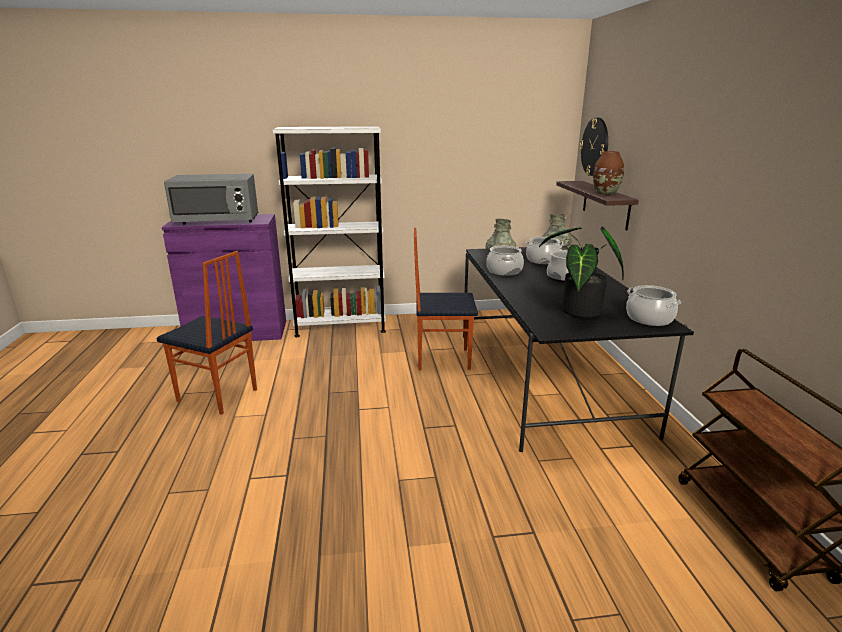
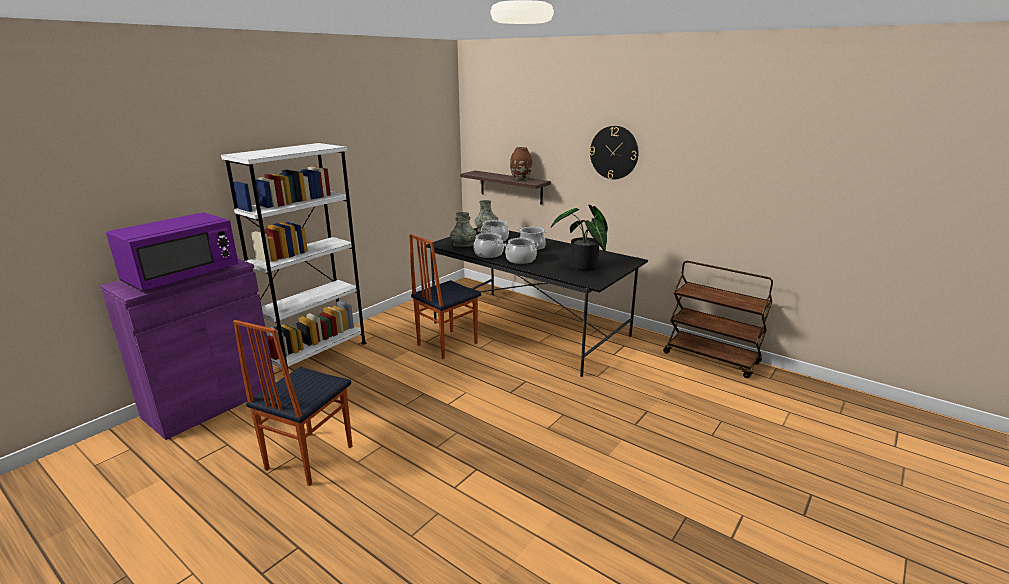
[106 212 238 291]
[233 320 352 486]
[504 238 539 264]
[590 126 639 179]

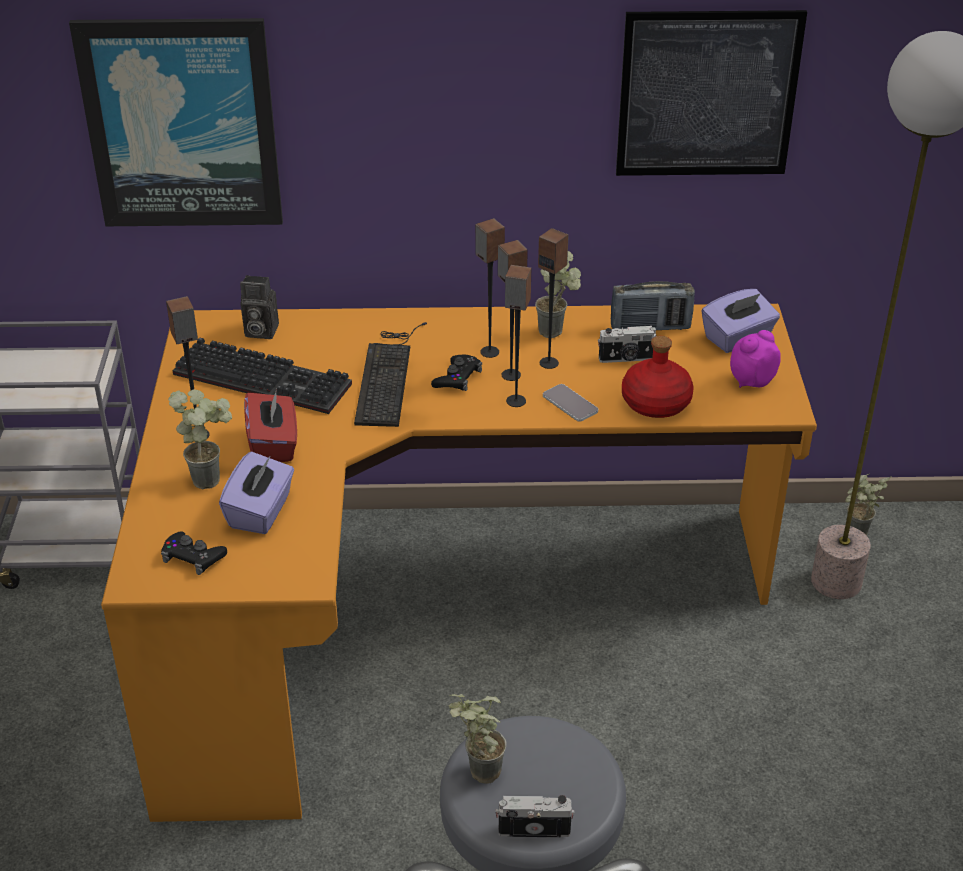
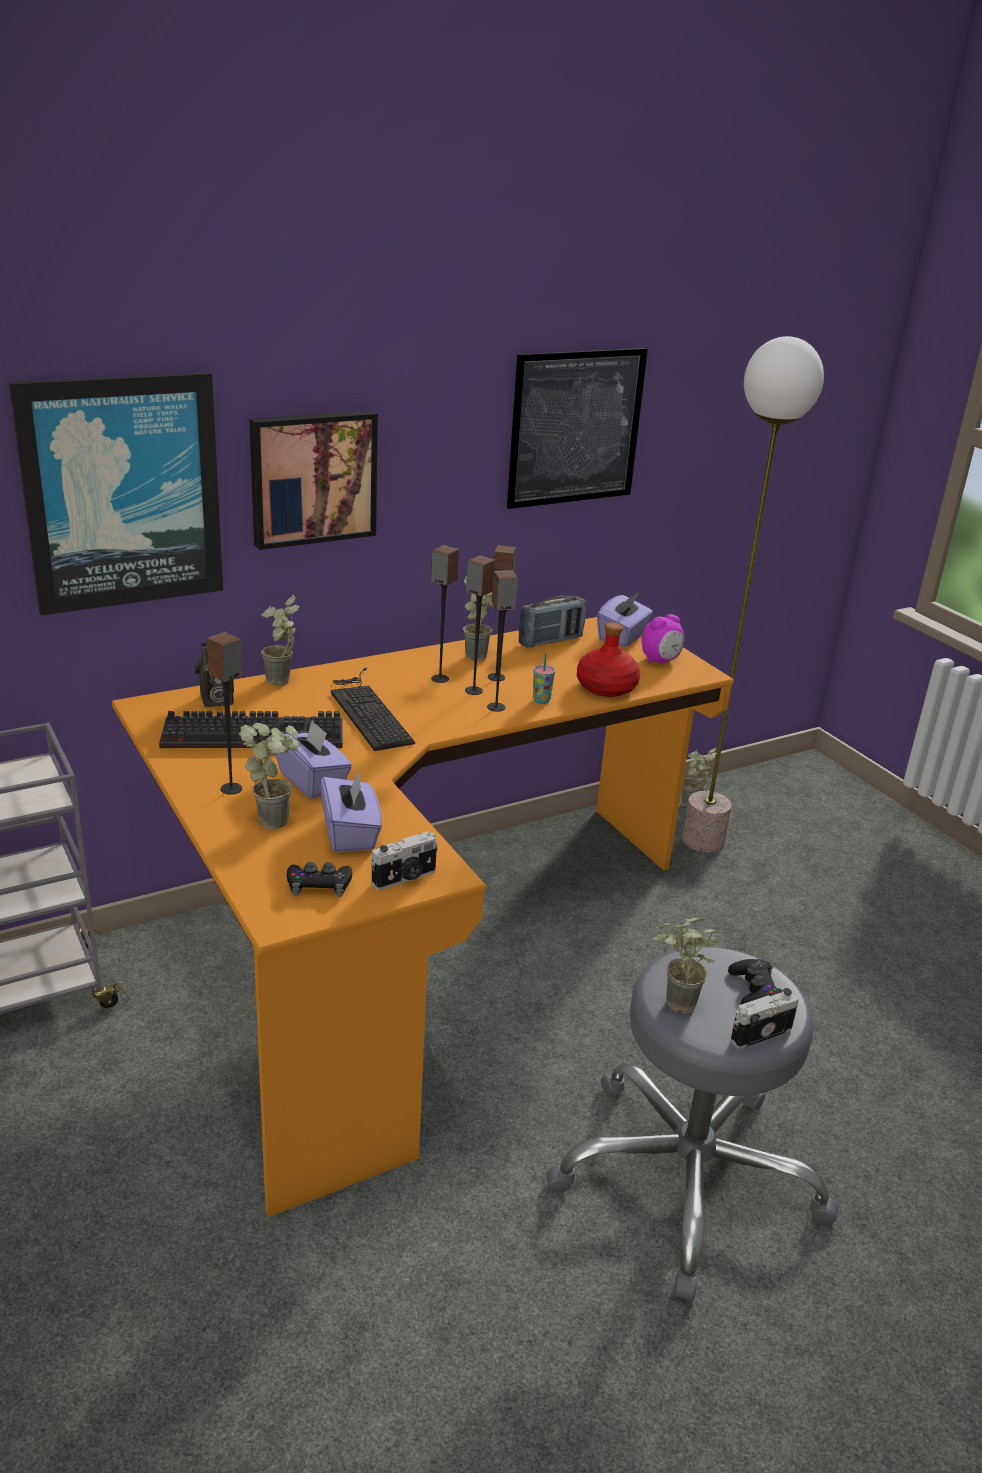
[249 410 378 550]
[261 595 300 685]
[276 720 352 799]
[371 831 438 890]
[533 653 555 704]
[642 614 684 663]
[728 959 783 1005]

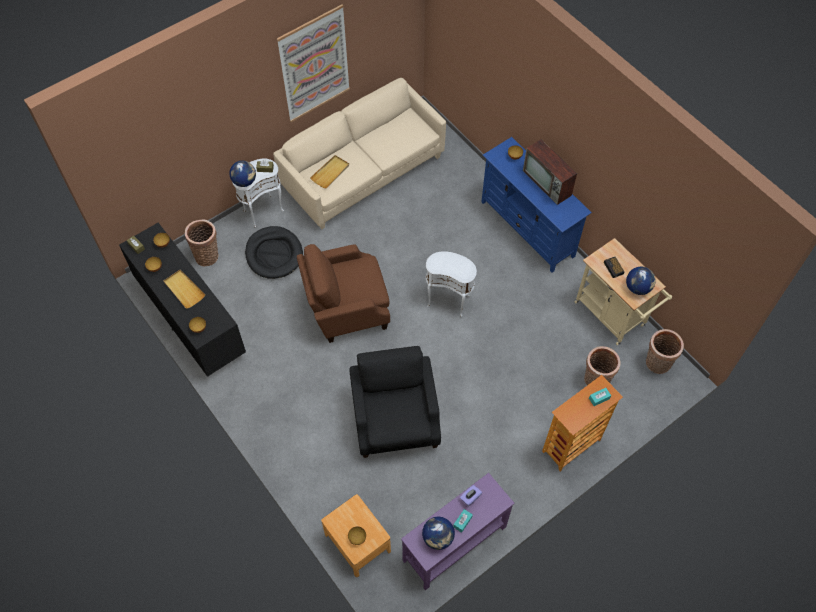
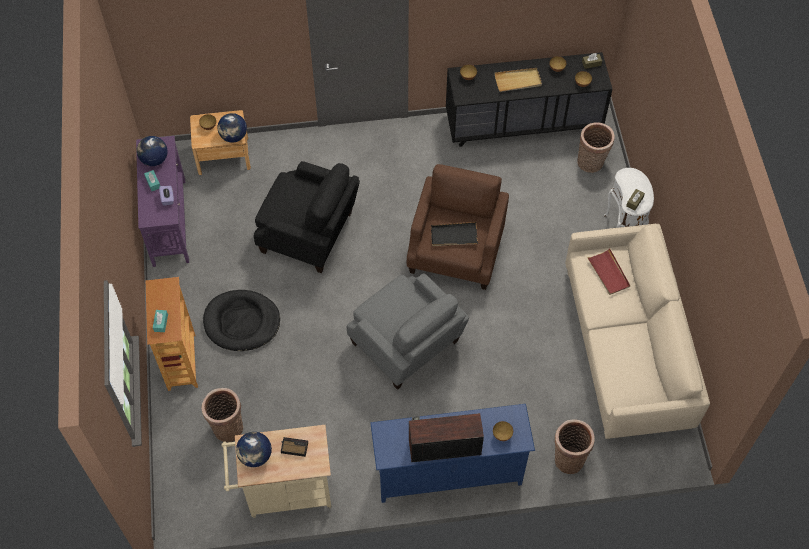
[203 290 280 351]
[218 113 247 143]
[347 273 469 390]
[431 222 478 246]
[555 419 595 474]
[587 248 630 295]
[277 4 350 122] (first image)

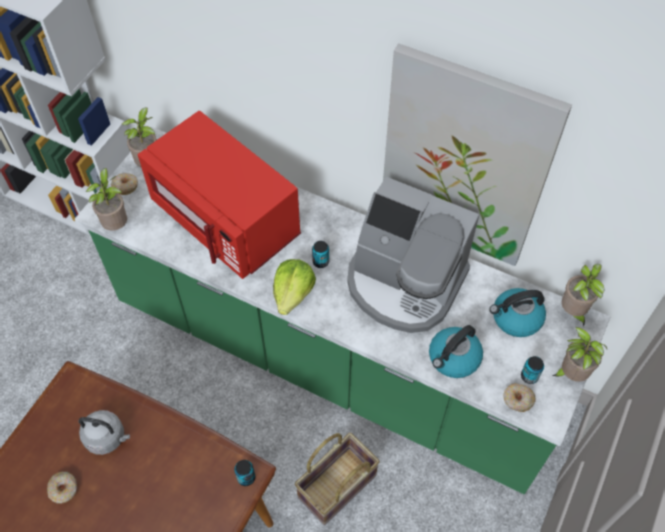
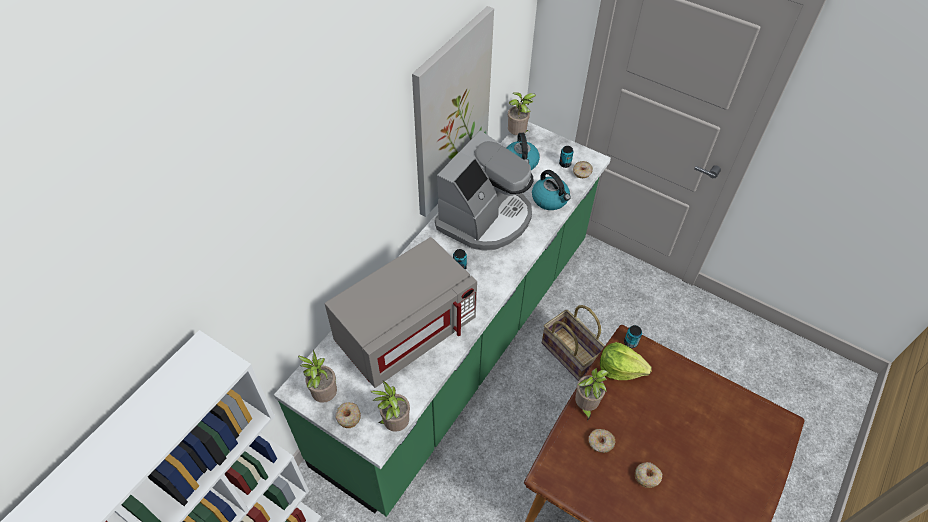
[325 237 477 388]
[575 368 609 421]
[589 429 616 453]
[600 342 652 380]

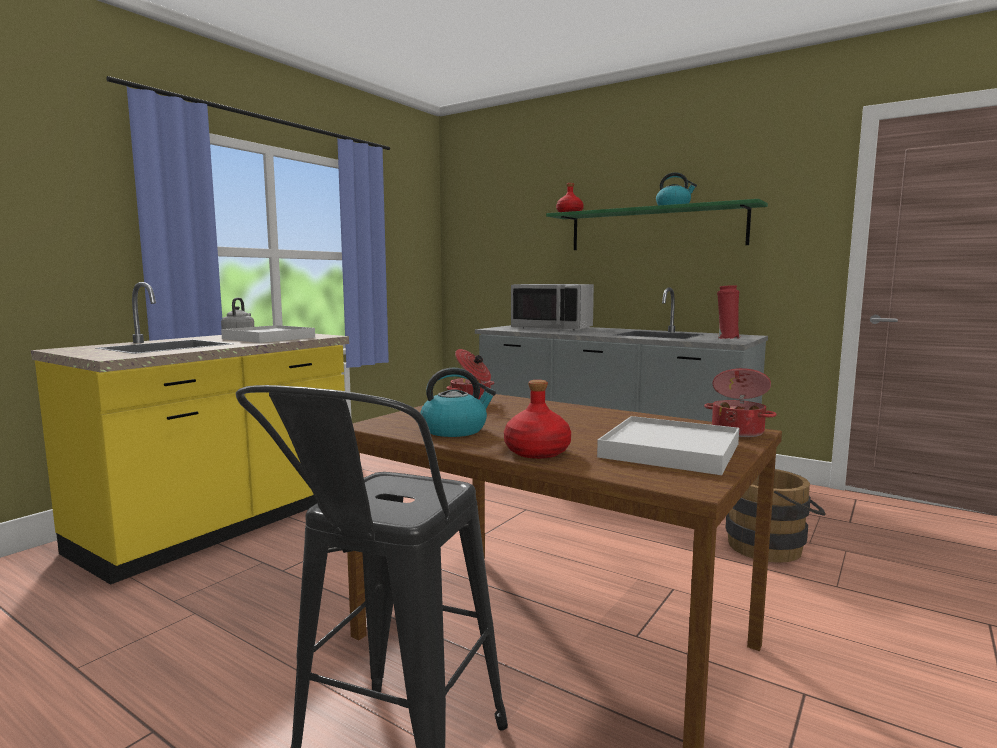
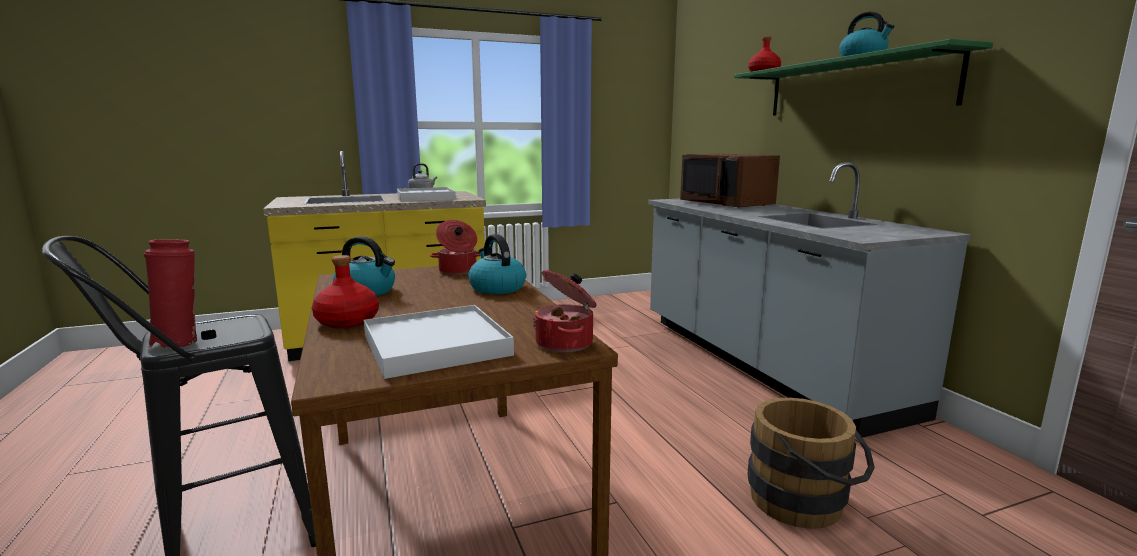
[144 239 197 349]
[469 234 526 294]
[680 154 780 208]

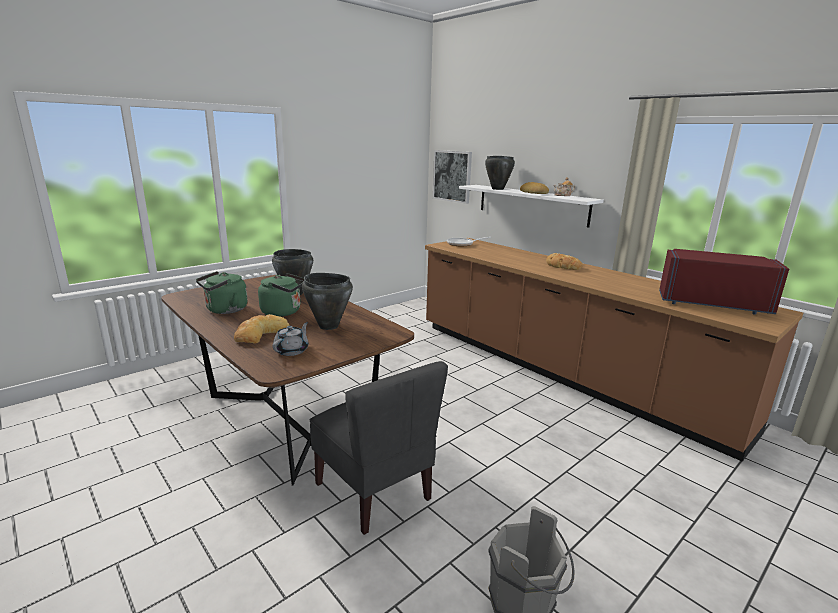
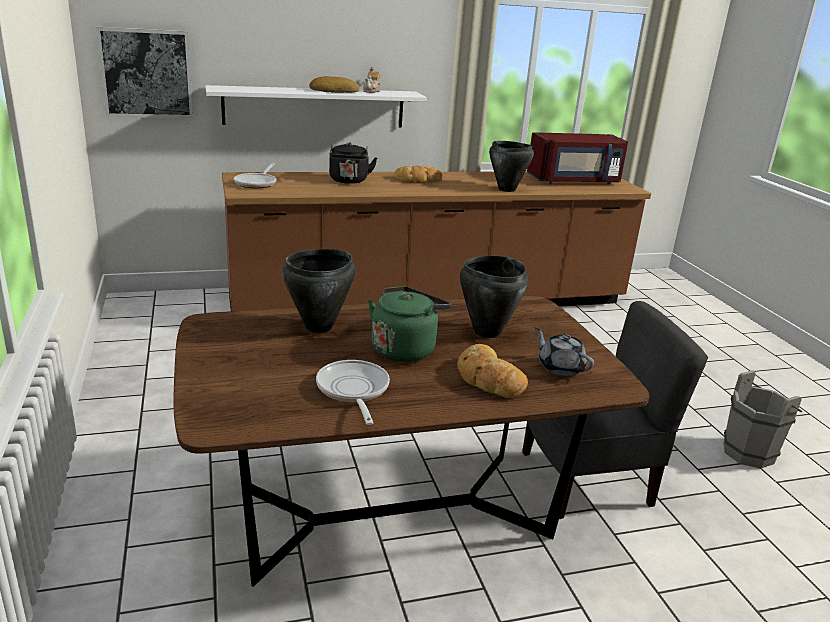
[316 360 390 425]
[329 142 377 184]
[489 141 534 192]
[527 132 628 184]

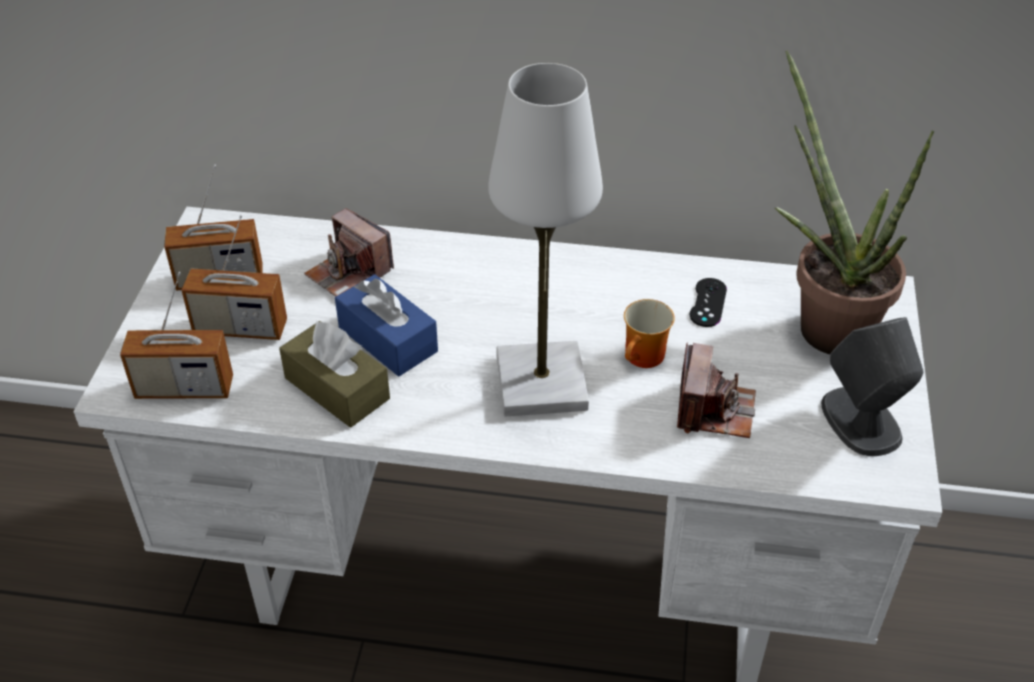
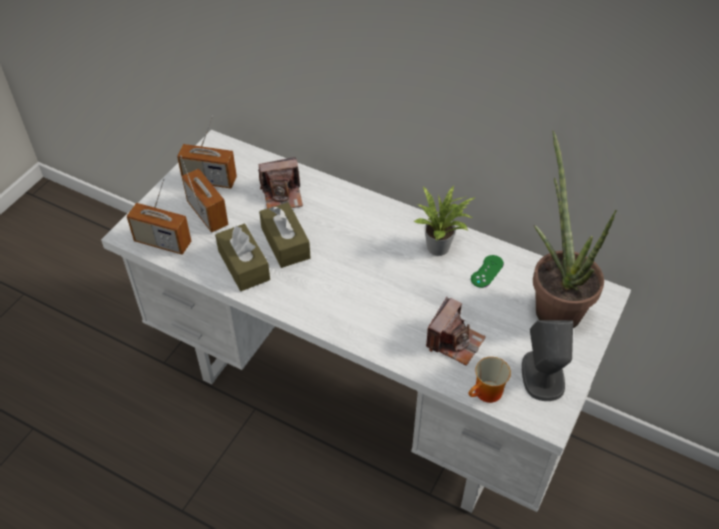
[180 155 229 233]
[258 157 303 209]
[259 203 311 268]
[413 186 475 256]
[469 357 511 403]
[471 255 504 288]
[488 63 603 417] (first image)

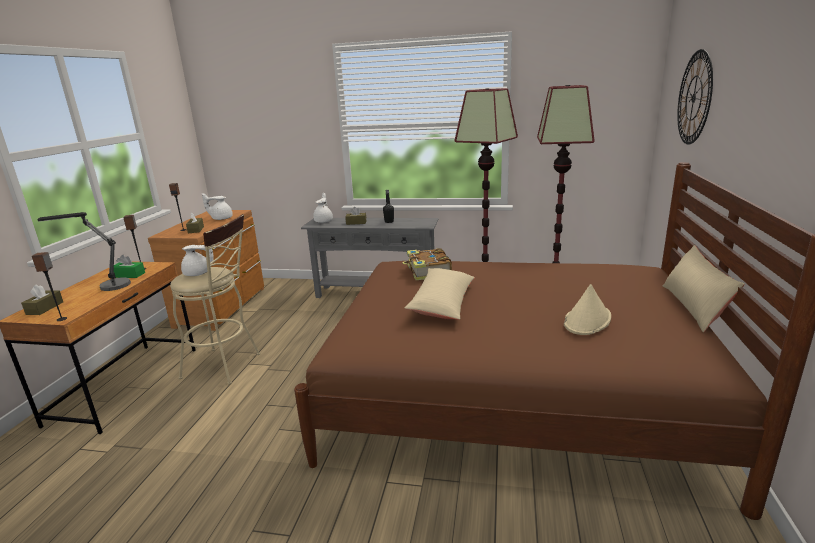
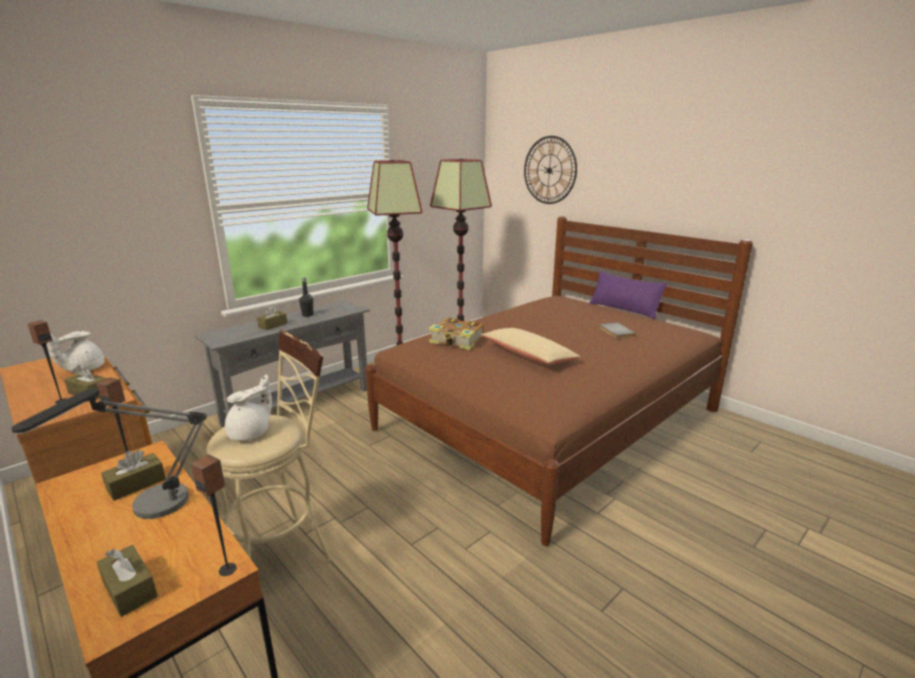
[101 450 166 501]
[589 271 668 319]
[600 322 636 339]
[313 193 333 223] (first image)

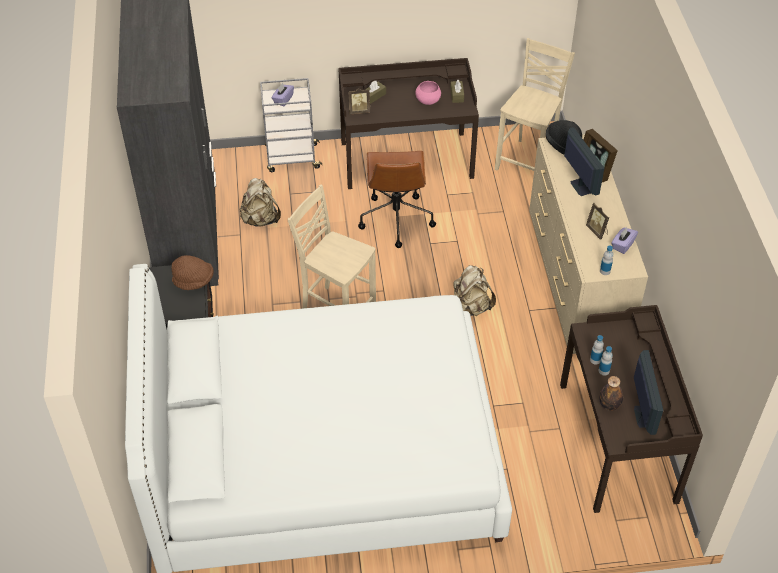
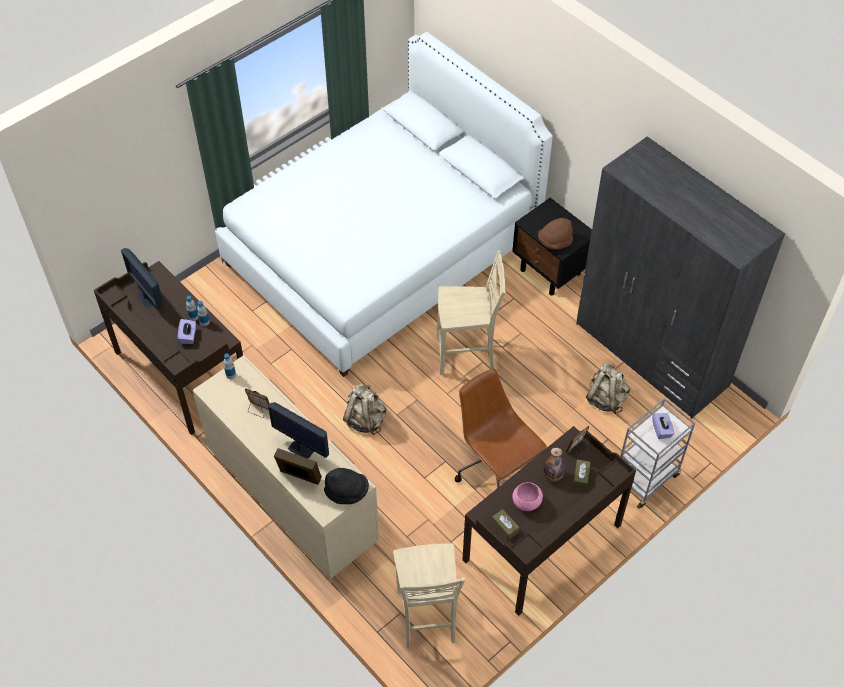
[178 319 196 344]
[544 447 565 482]

